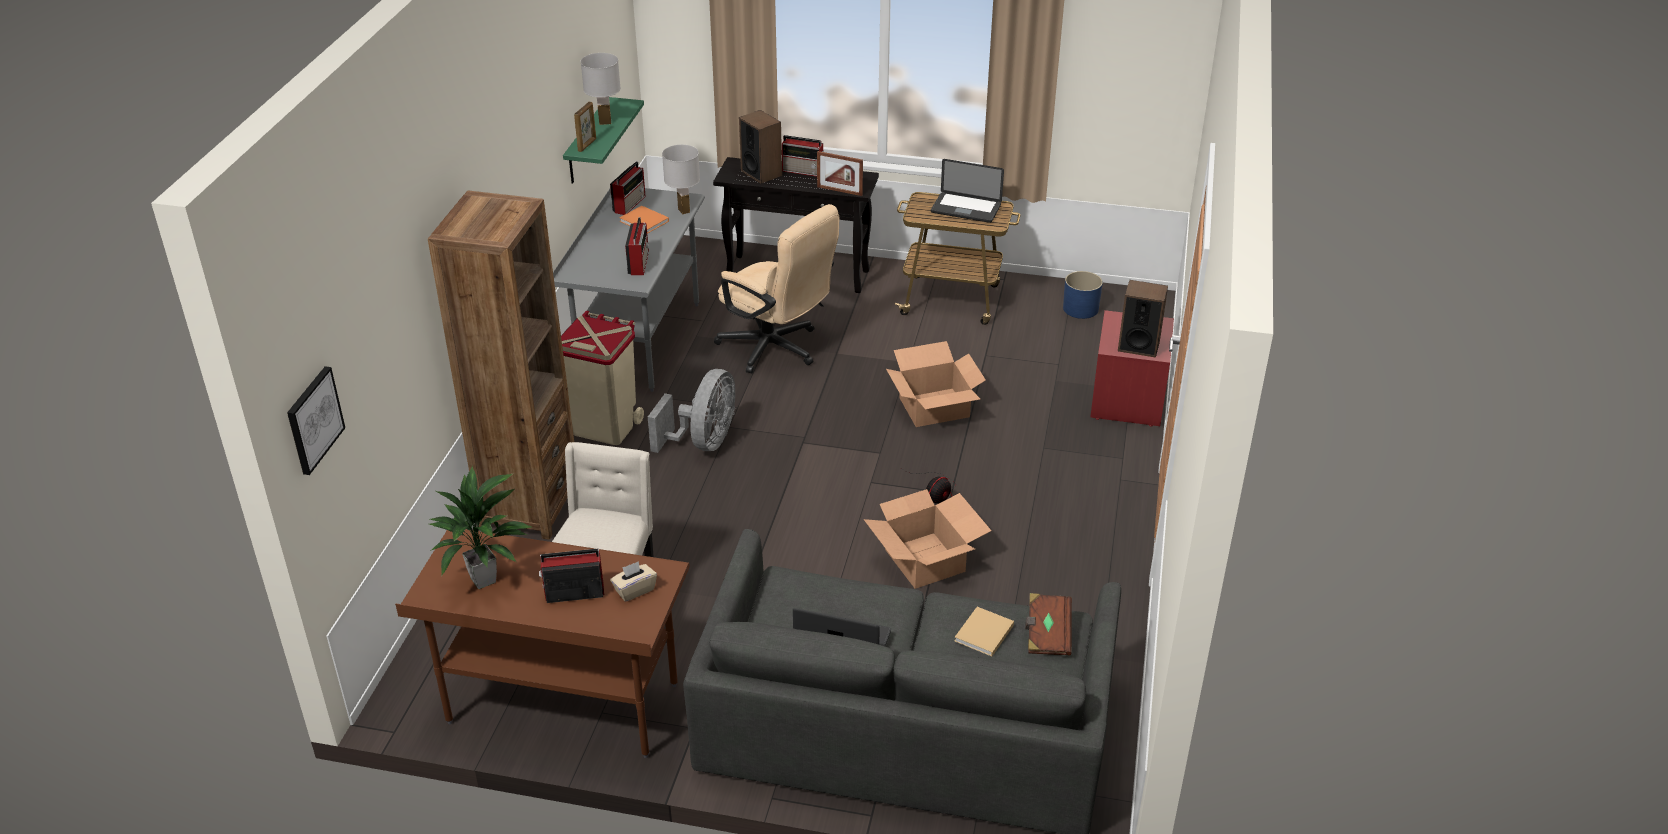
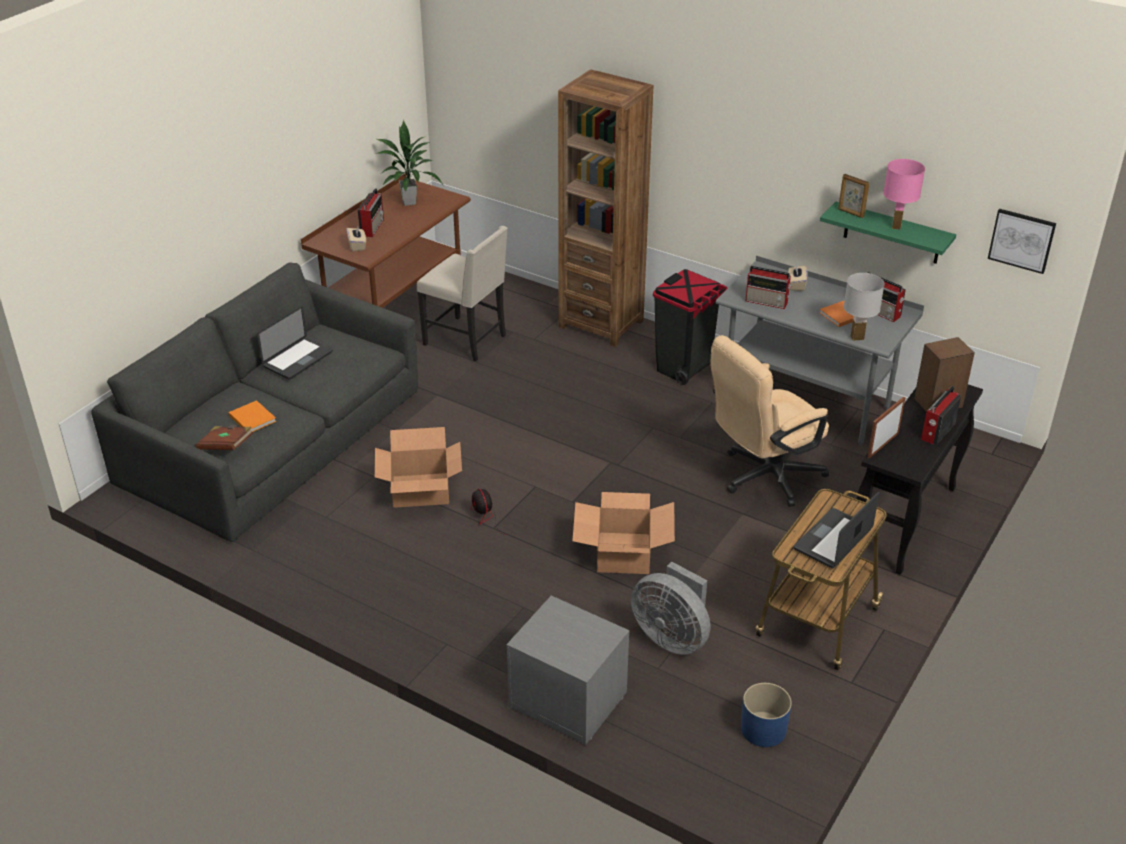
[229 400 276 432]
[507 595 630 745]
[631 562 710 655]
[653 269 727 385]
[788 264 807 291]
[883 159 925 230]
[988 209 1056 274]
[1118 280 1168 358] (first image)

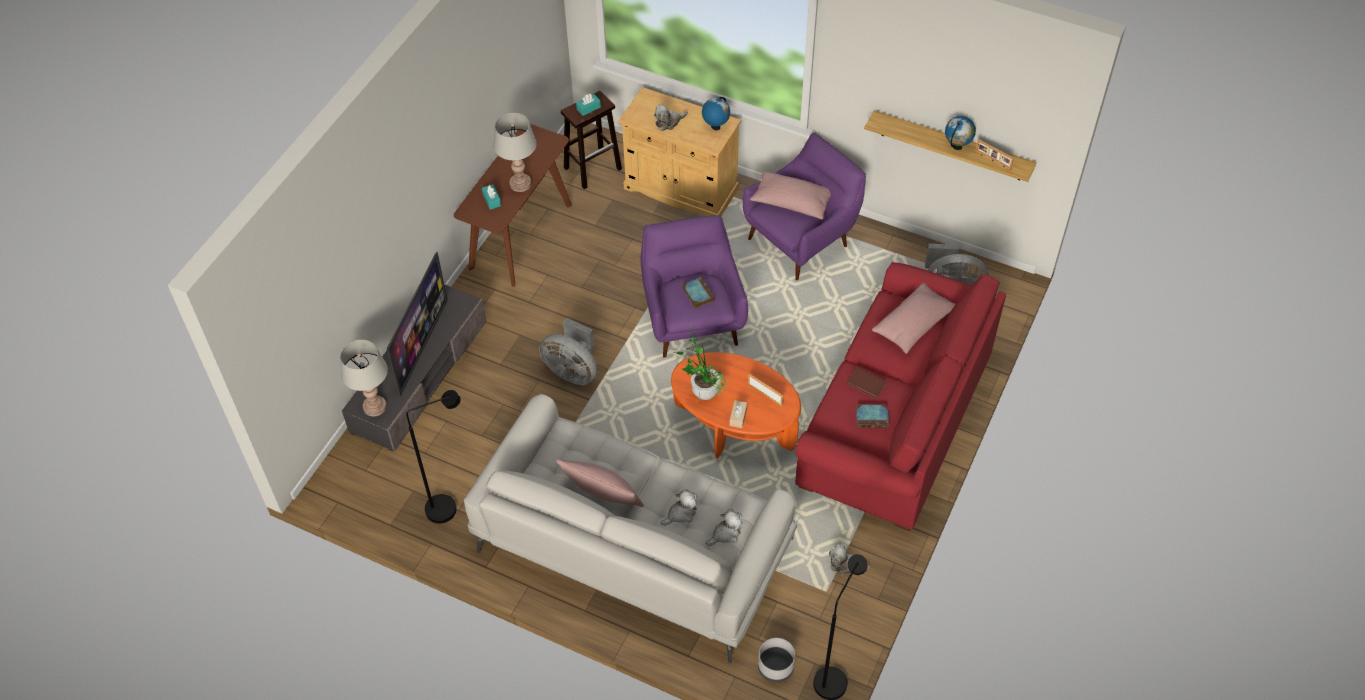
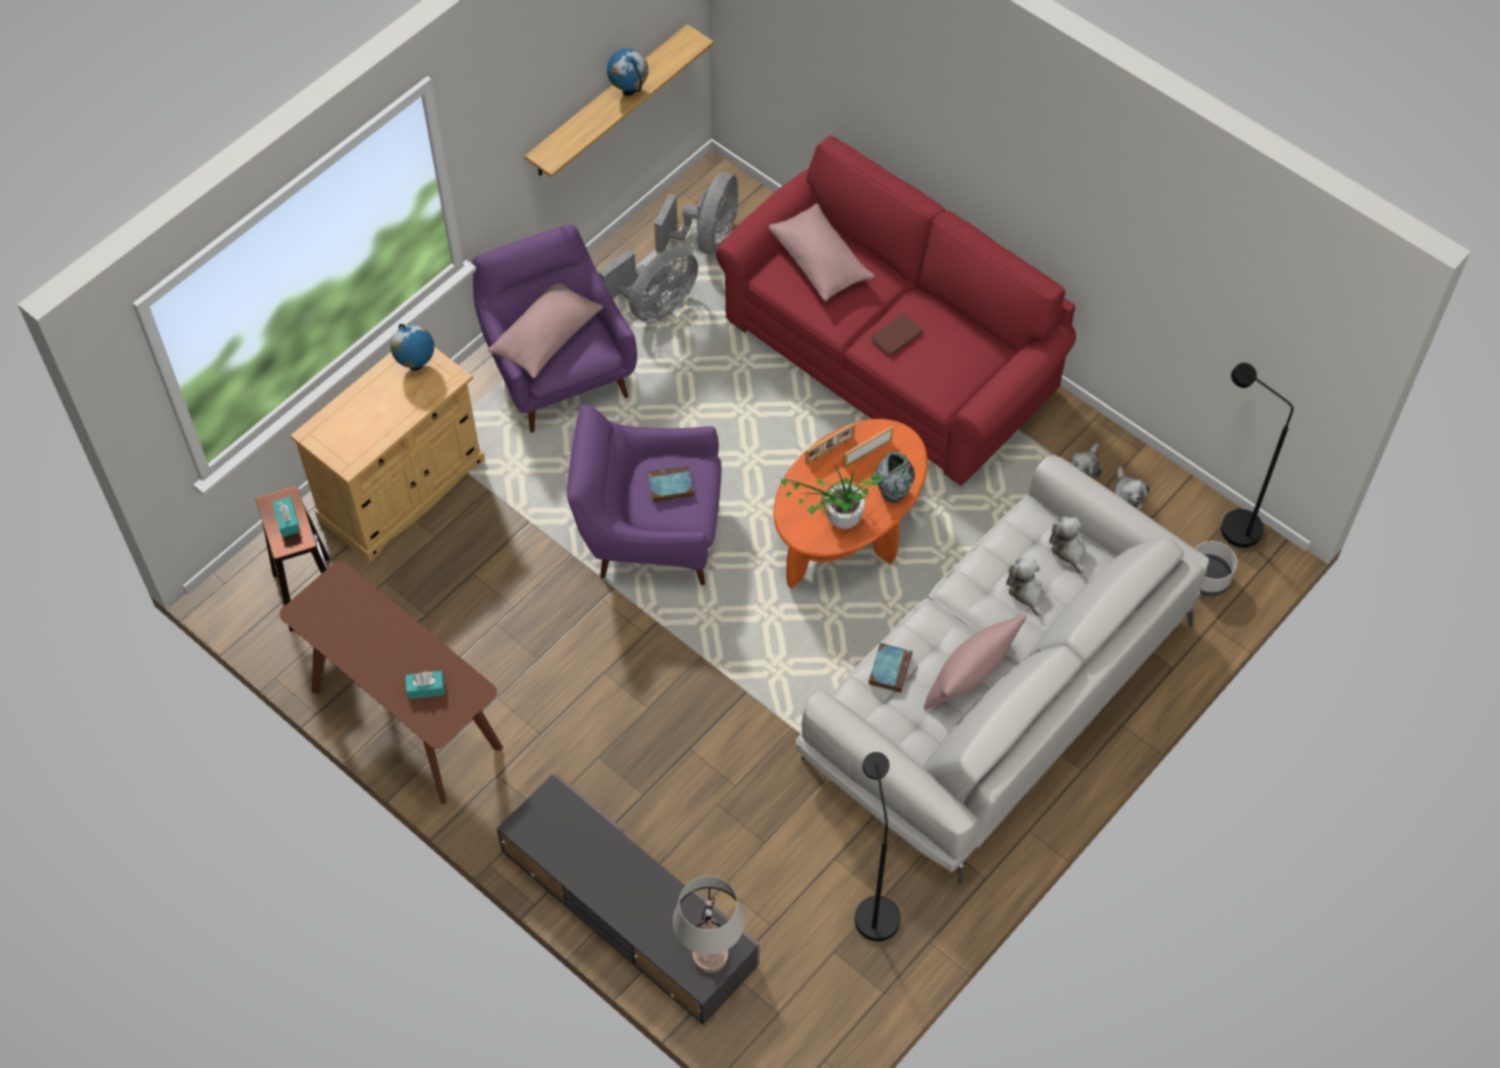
[598 247 698 323]
[805 423 855 465]
[869 643 913 693]
[876 452 915 503]
[1114 466 1149 509]
[387 252 448 396] (first image)
[493 113 537 192] (first image)

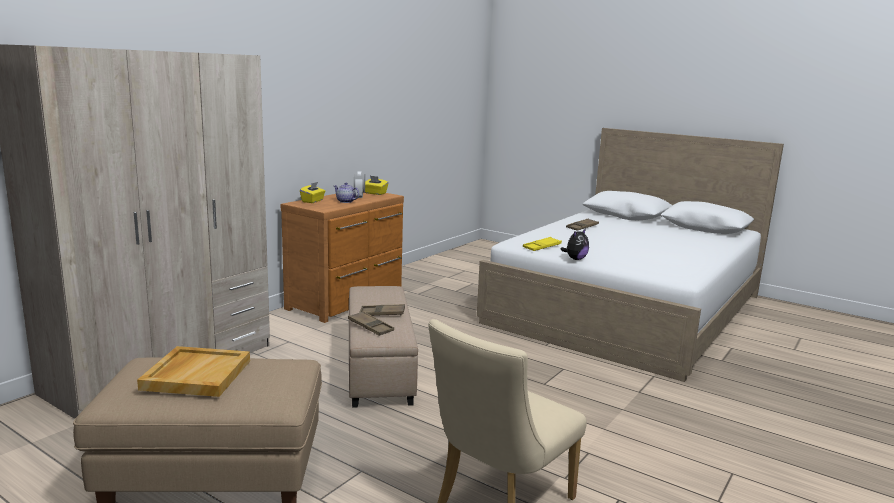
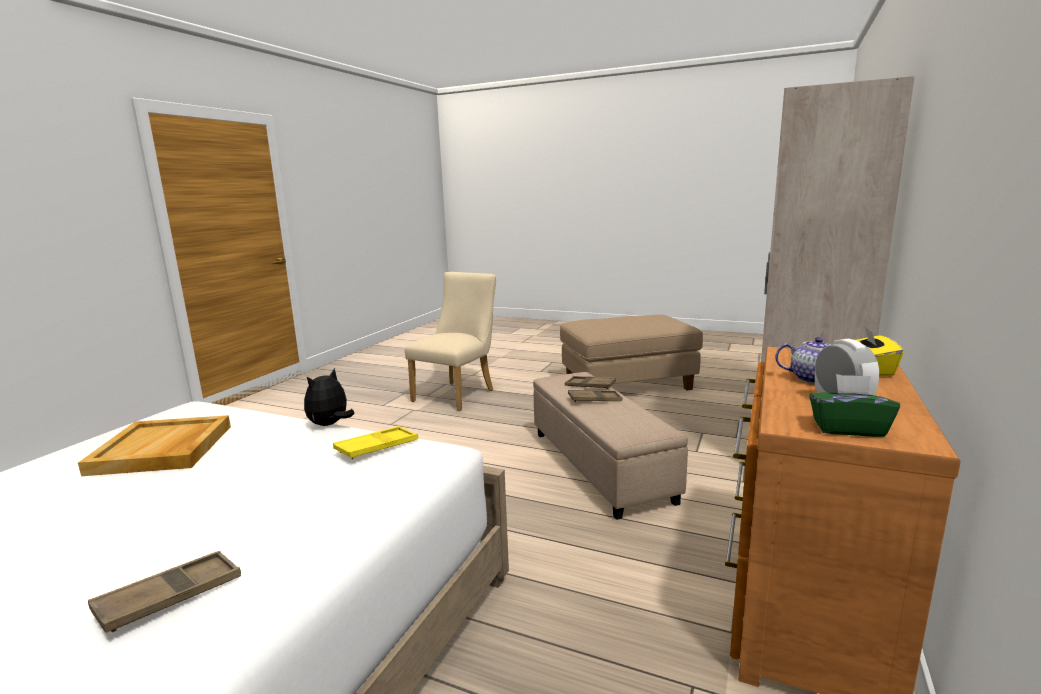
[78 415 231 476]
[809 374 900 437]

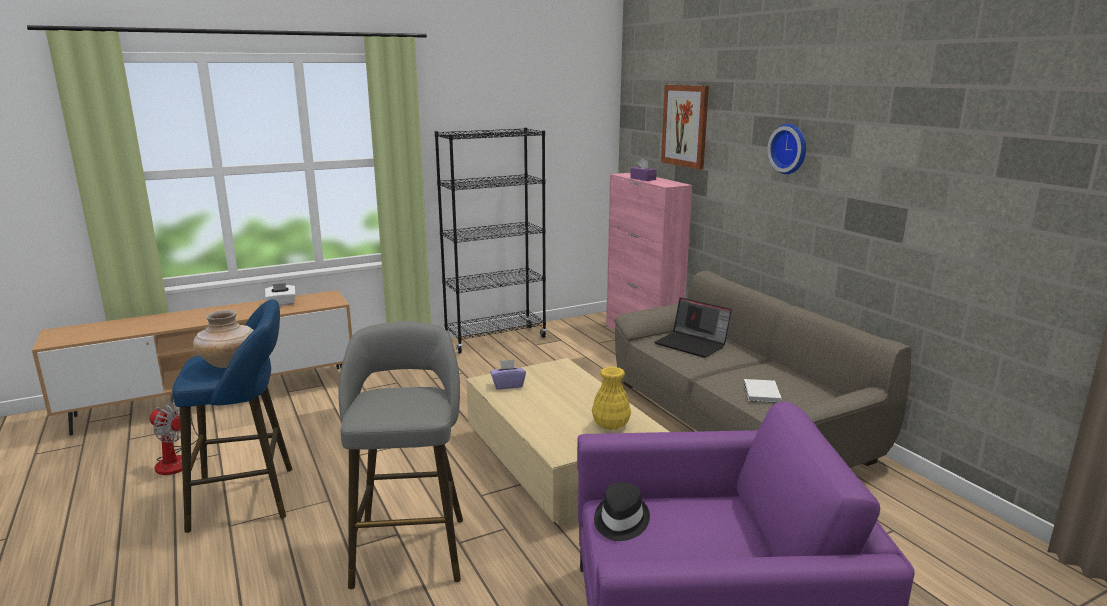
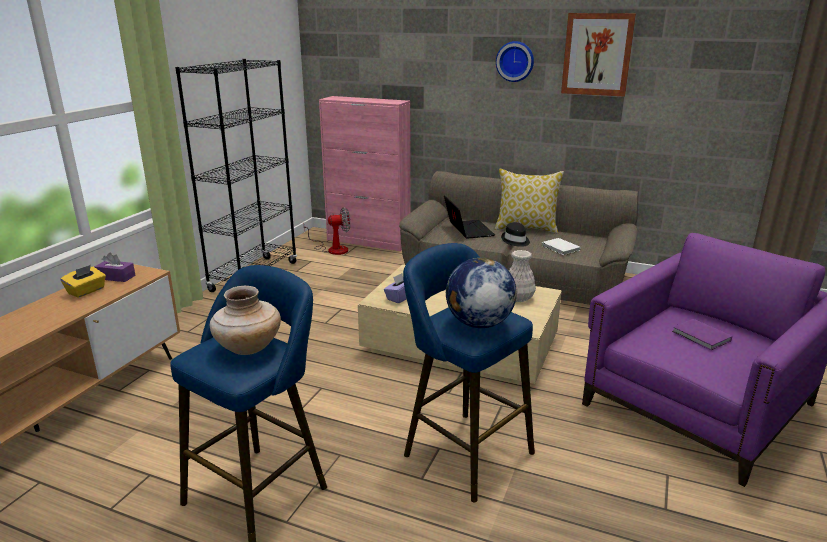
[61 265 106 298]
[95 252 135 282]
[303 207 350 255]
[403 243 535 502]
[444 195 495 239]
[446 258 517 328]
[495 169 564 234]
[501 222 530 247]
[509 250 536 302]
[561 13 636 97]
[672 319 732 350]

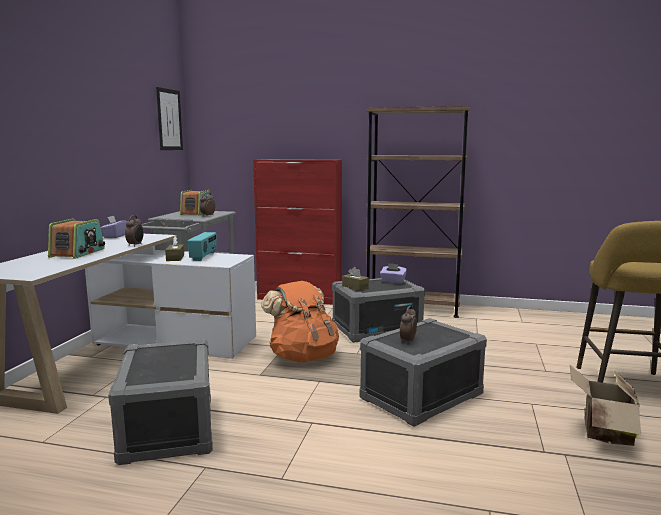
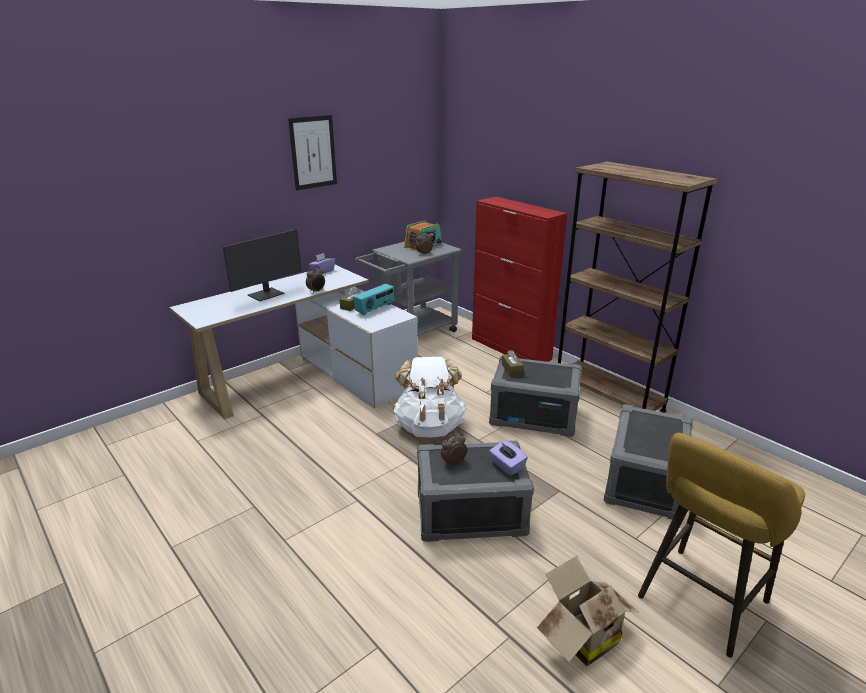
[223 229 302 301]
[288 115 337 190]
[393 357 466 437]
[489 440 528 476]
[604 404 693 519]

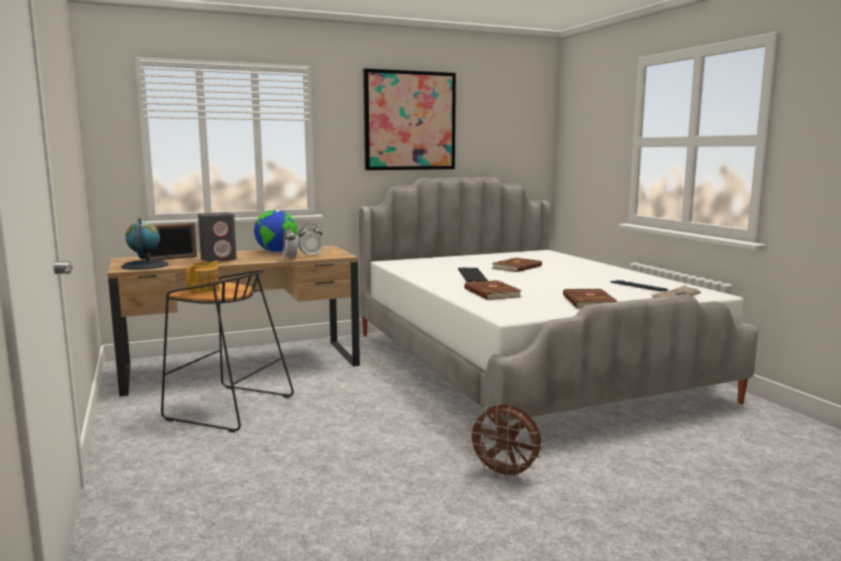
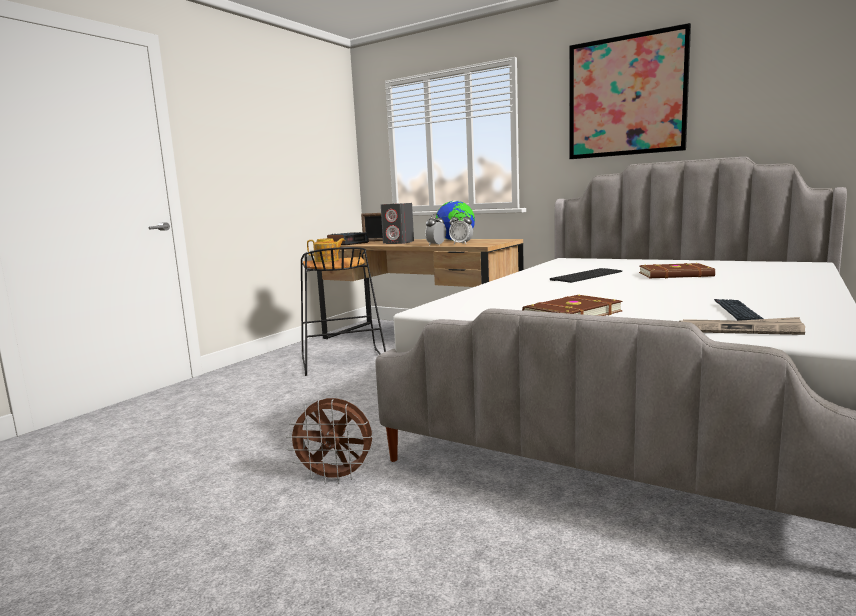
[285 398 374 484]
[327 232 369 245]
[464 280 522 300] (first image)

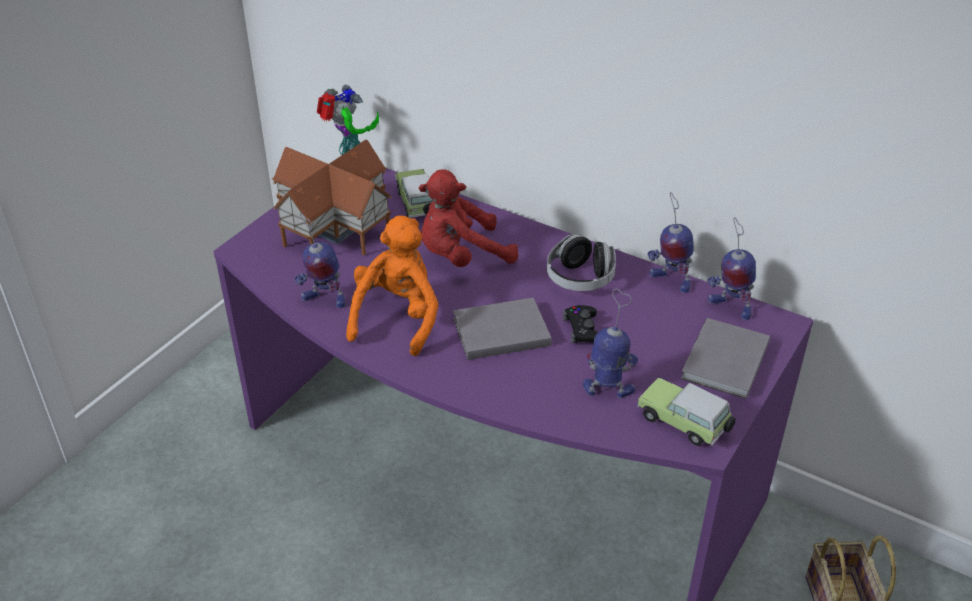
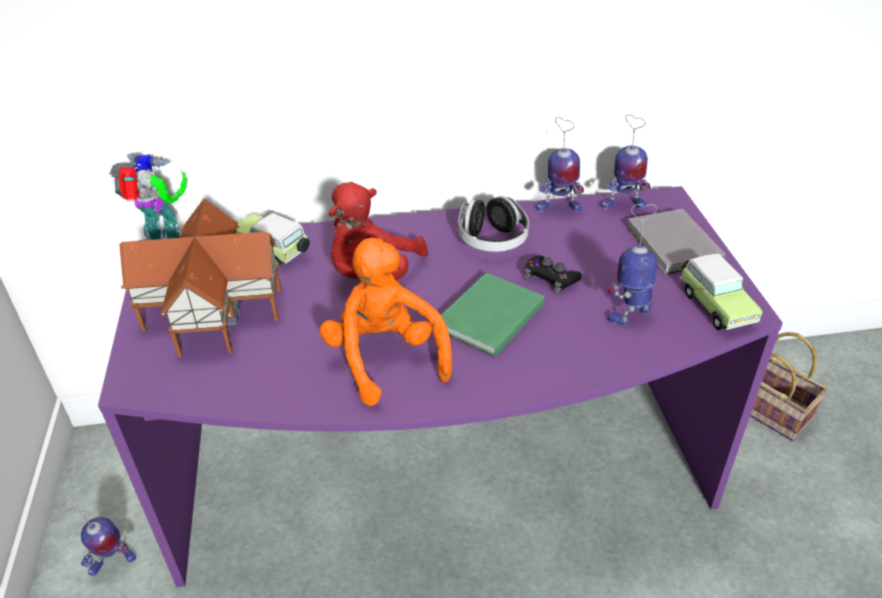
[69 508 136 576]
[441 272 544 357]
[680 253 763 330]

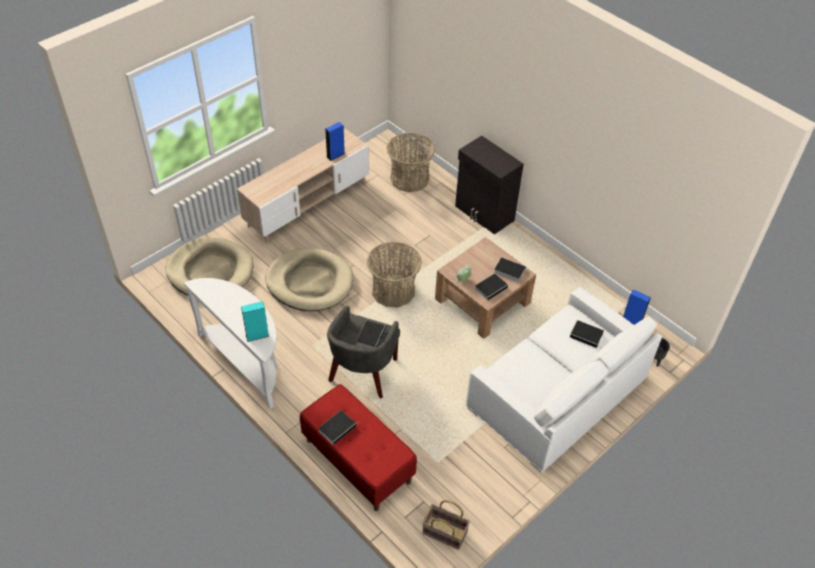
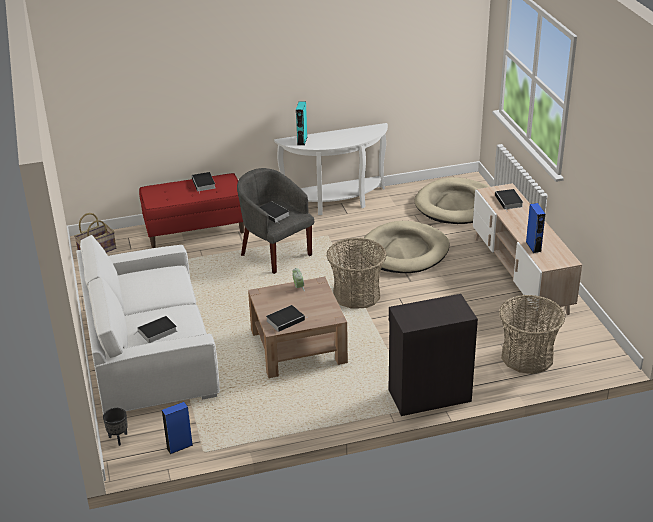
[495 189 523 211]

